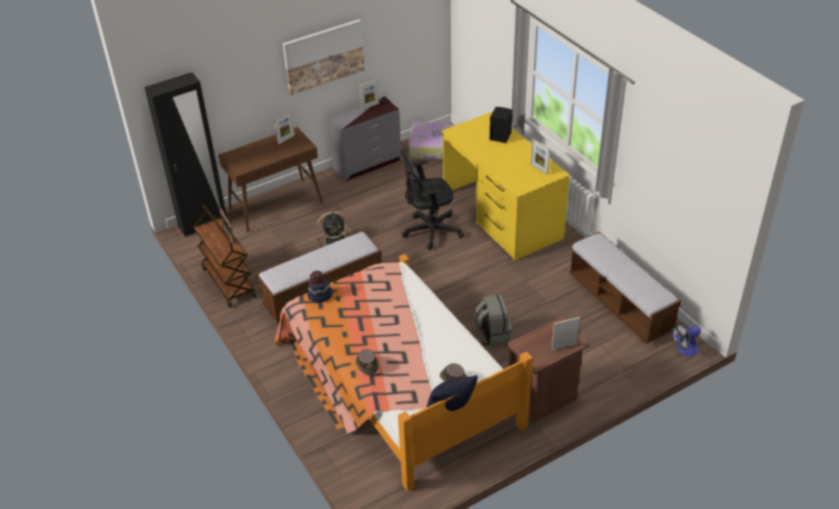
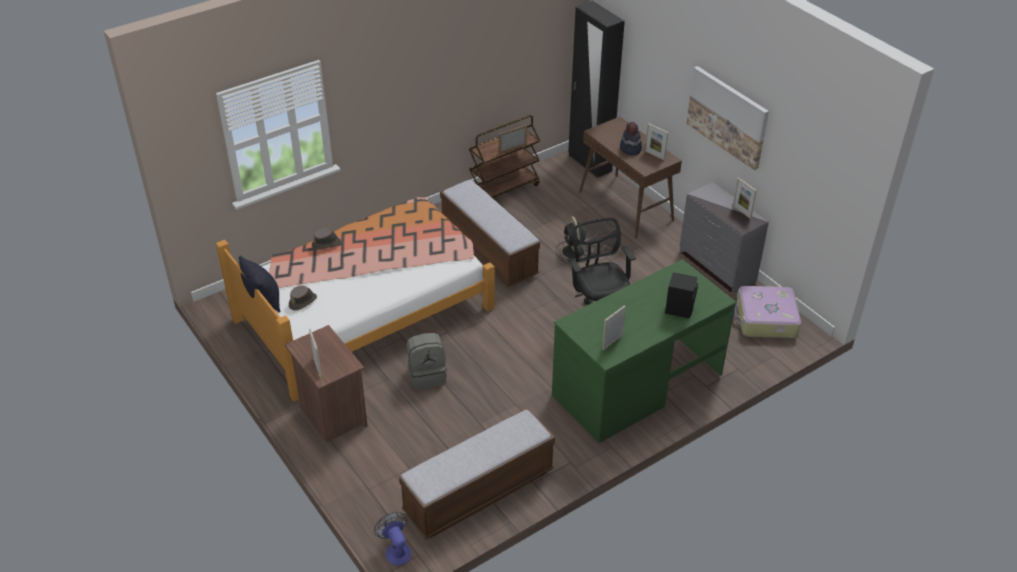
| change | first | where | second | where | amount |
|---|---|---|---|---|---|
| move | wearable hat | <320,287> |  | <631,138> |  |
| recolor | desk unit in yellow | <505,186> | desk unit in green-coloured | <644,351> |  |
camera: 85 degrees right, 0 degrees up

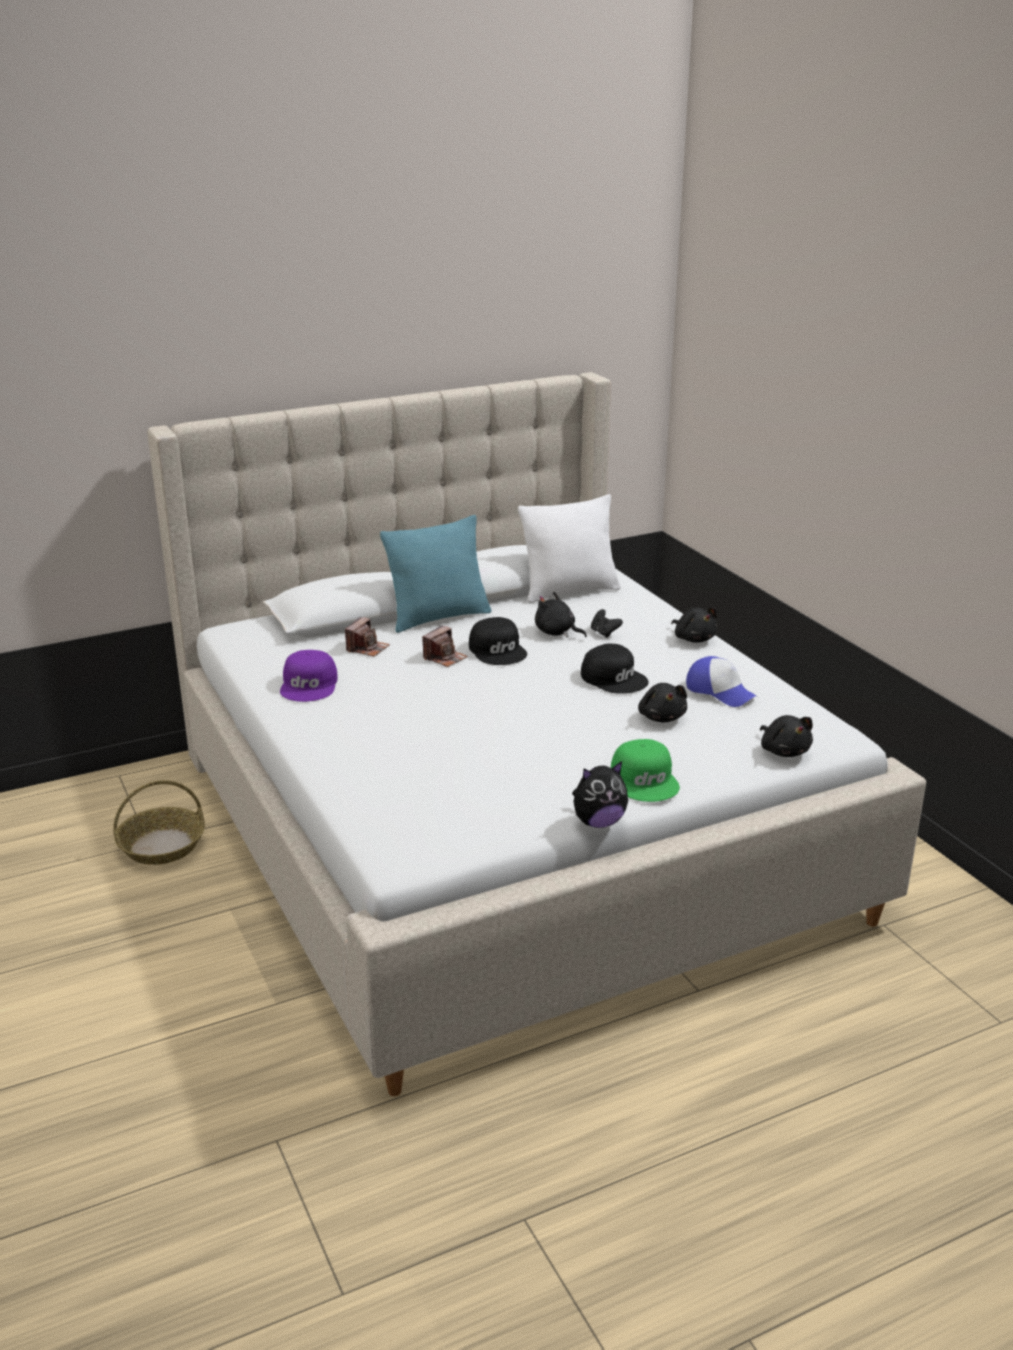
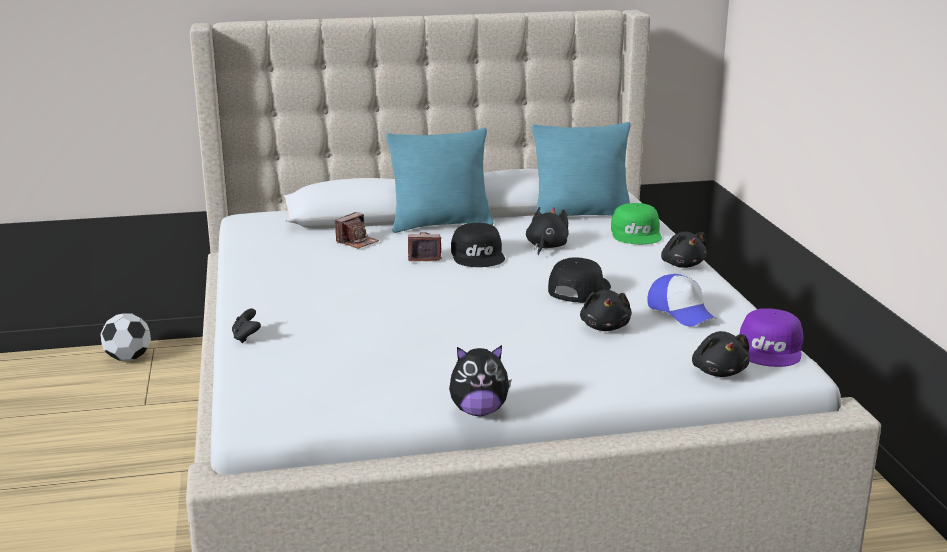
| change | first | where | second | where | amount |
|---|---|---|---|---|---|
| delete | household basket | <159,822> |  |  |  |
| insert |  |  | football | <125,337> |  |
| move | baseball cap in purple | <309,676> |  | <772,337> |  |
| move | game controller in black | <607,623> |  | <246,326> |  |
| move | baseball cap in green-coloured | <645,770> |  | <636,223> |  |
| recolor | throw pillow in white | <569,548> | throw pillow in blue-green | <581,169> |  |
| rotate | photo camera | <445,646> |  | <425,246> | 150 degrees counterclockwise |
| rotate | soft toy in black | <561,615> |  | <547,231> | 60 degrees clockwise |
| rotate | baseball cap in black | <615,669> |  | <579,280> | 120 degrees counterclockwise |
camera: 15 degrees right, 5 degrees down

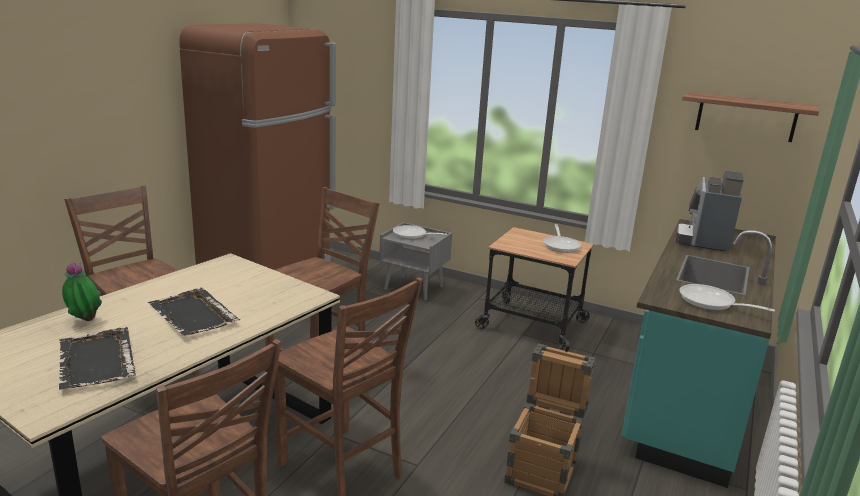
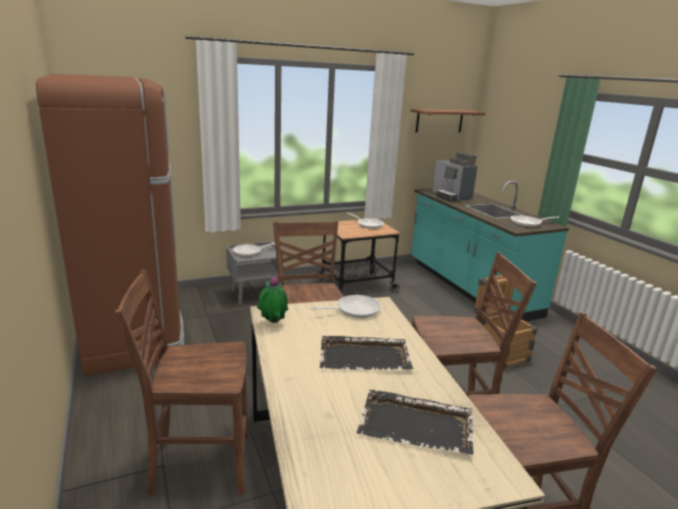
| change | first | where | second | where | amount |
|---|---|---|---|---|---|
| insert |  |  | skillet | <345,306> |  |
| move | potted plant | <82,291> |  | <272,299> |  |
camera: 50 degrees left, 0 degrees up

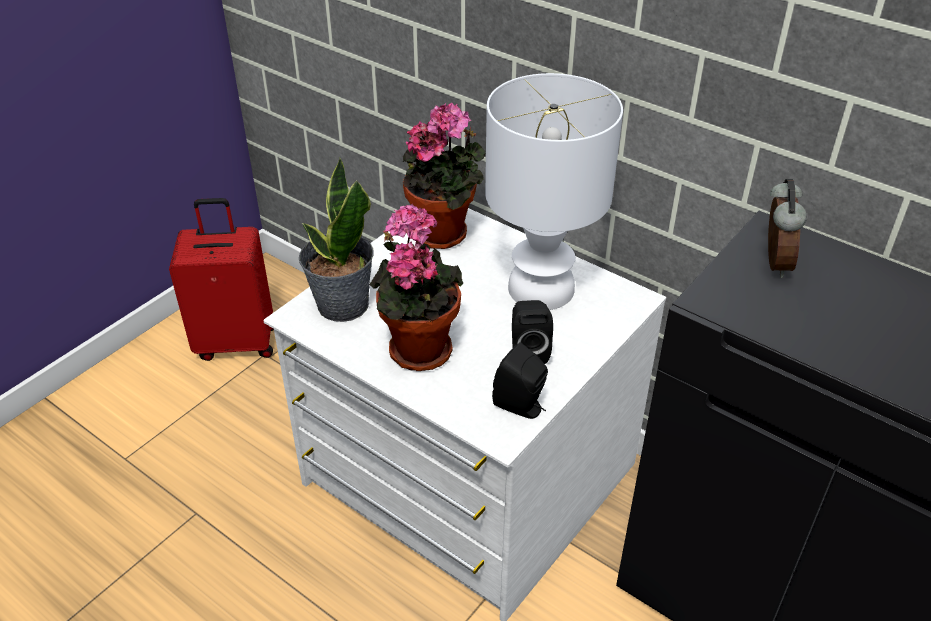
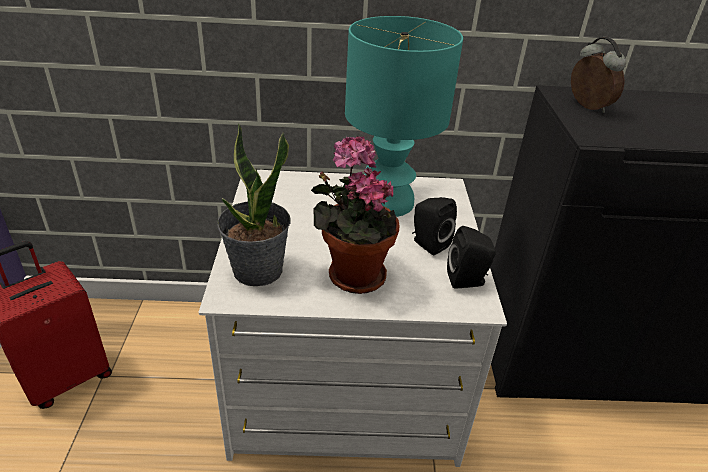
| change | first | where | second | where | amount |
|---|---|---|---|---|---|
| delete | potted plant | <444,176> |  |  |  |
| recolor | tabletop lamp in white | <554,191> | tabletop lamp in blue-green | <404,116> |  |
camera: 40 degrees left, 5 degrees down

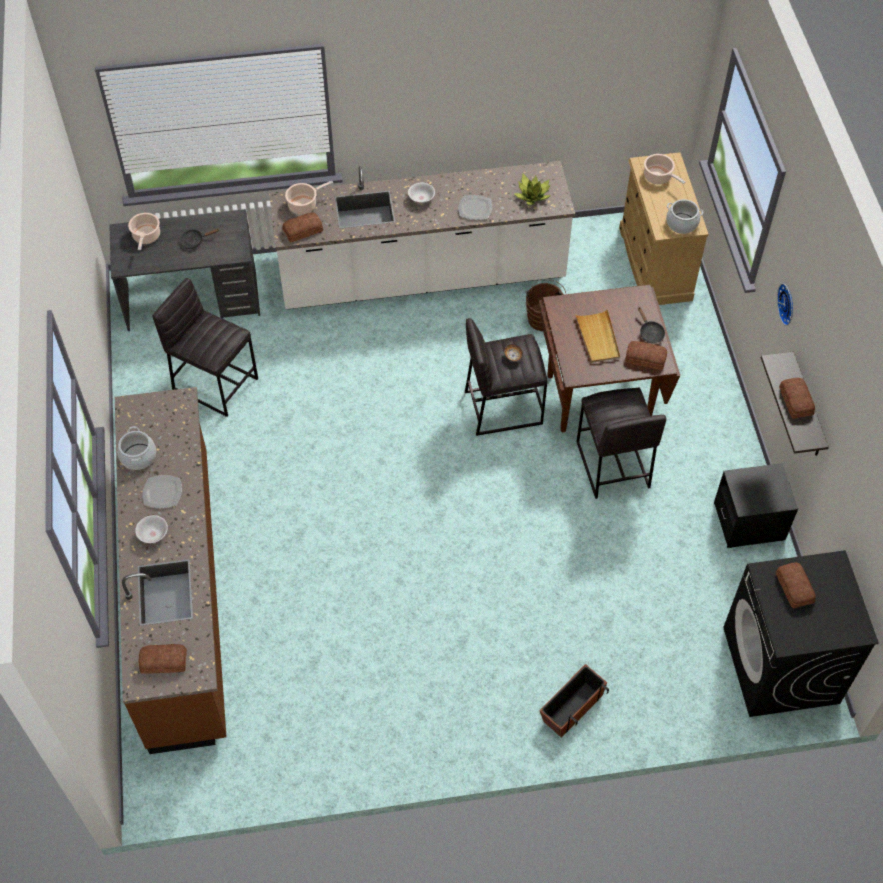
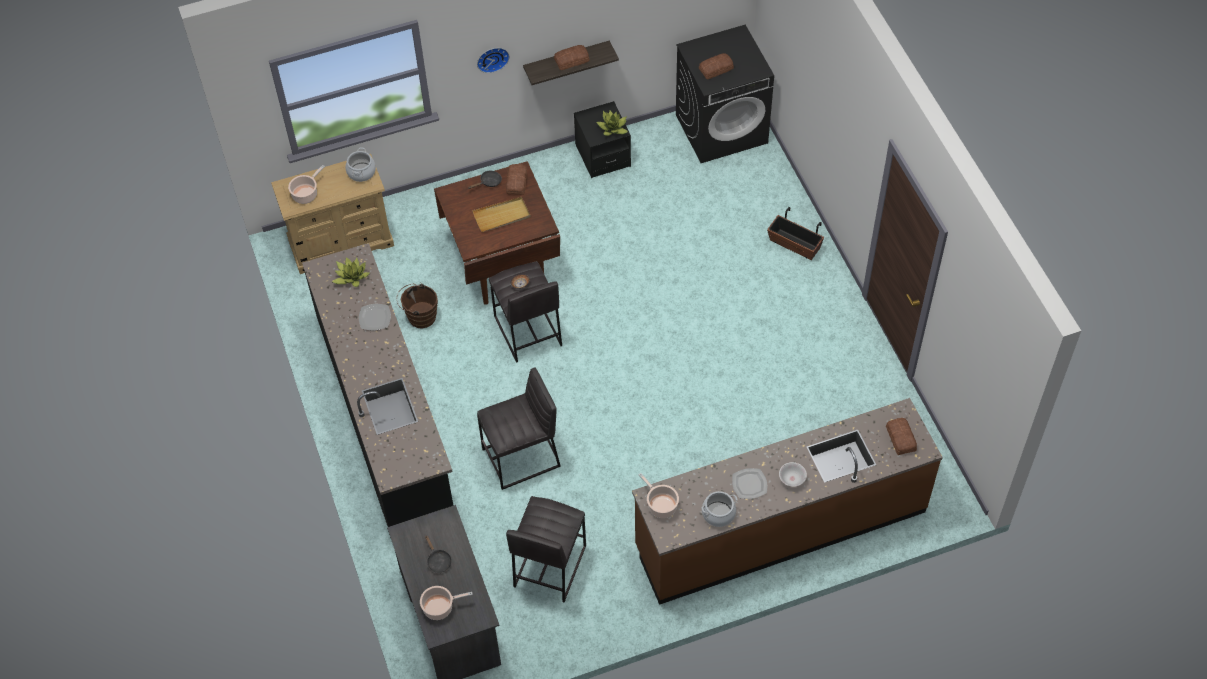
| change | first | where | second | where | amount |
|---|---|---|---|---|---|
| delete | baked bread | <302,227> |  |  |  |
| delete | serving bowl in white | <421,193> |  |  |  |
| insert |  |  | potted plant | <612,123> |  |
| move | saucepot | <309,198> |  | <659,495> |  |
| move | stool in gray | <621,443> |  | <519,429> |  |
| recolor | counter in white | <422,235> | counter in black | <378,385> |  |
camera: 100 degrees left, 0 degrees up

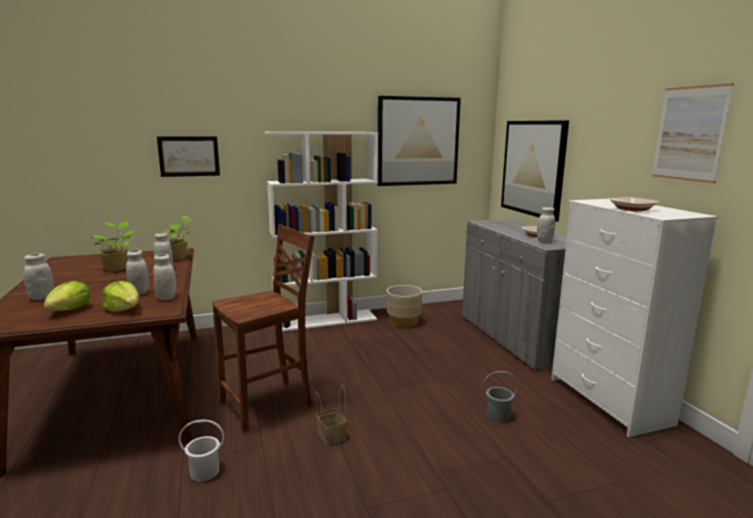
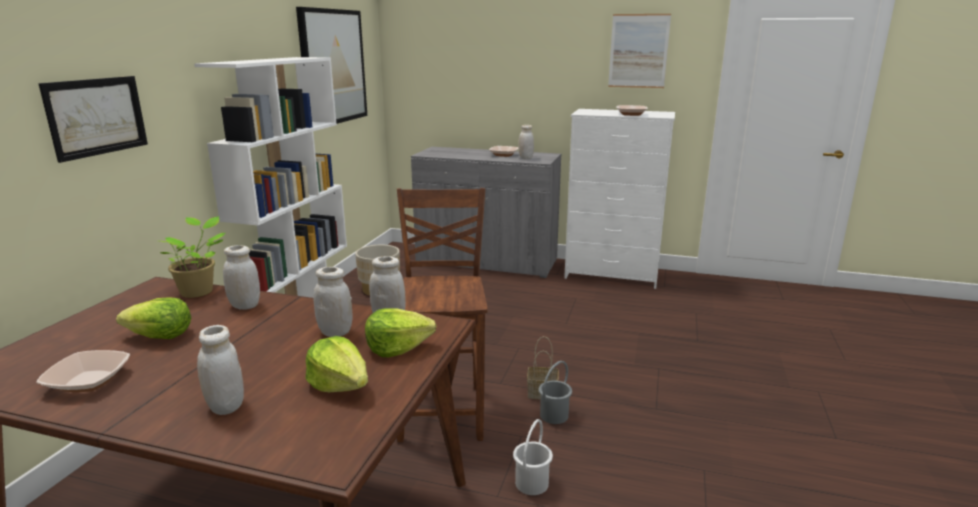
| change | first | where | second | where | amount |
|---|---|---|---|---|---|
| delete | picture | <535,171> |  |  |  |
| insert |  |  | serving bowl | <83,371> |  |
| move | pail in gray | <501,397> |  | <555,392> |  |
| replace | potted plant | <113,246> | lettuce head | <153,318> |  |
camera: 55 degrees left, 5 degrees up

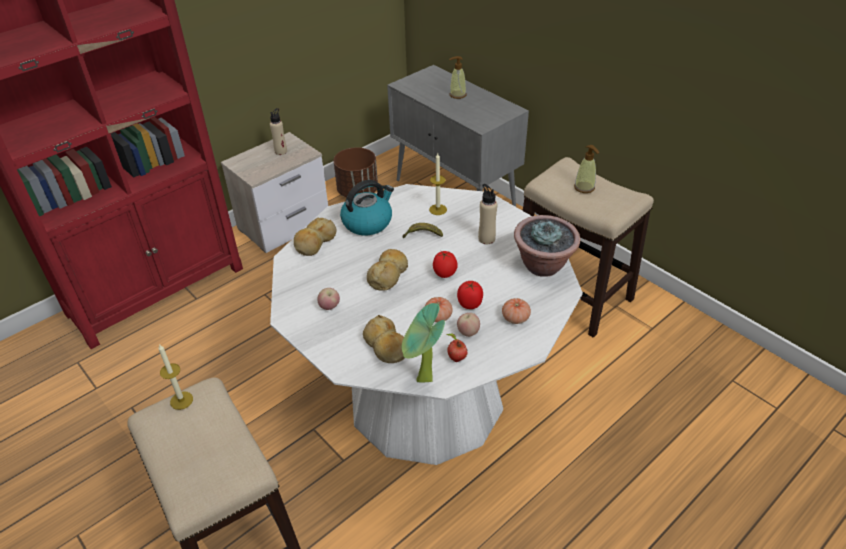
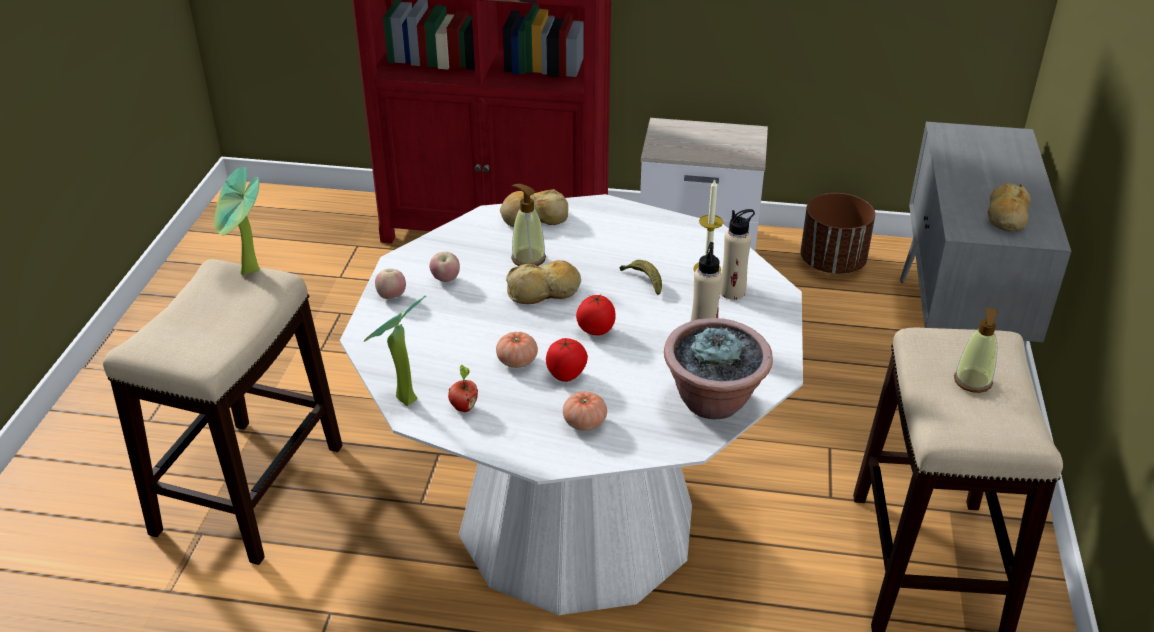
| change | first | where | second | where | amount |
|---|---|---|---|---|---|
| delete | tea kettle | <367,207> |  |  |  |
| move | drink bottle in sand-coloured | <278,131> |  | <737,254> |  |
| move | baked bread | <384,339> |  | <1008,207> |  |
| move | liquid soap bottle | <458,77> |  | <528,225> |  |
| move | apple fruit | <468,325> |  | <390,284> |  |
| replace | wax light | <175,377> | potted plant | <237,221> |  |
camera: 50 degrees right, 5 degrees down

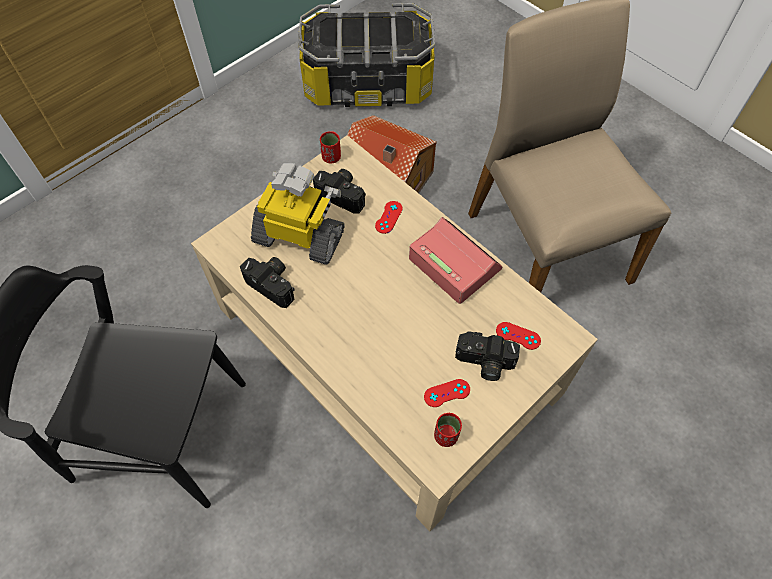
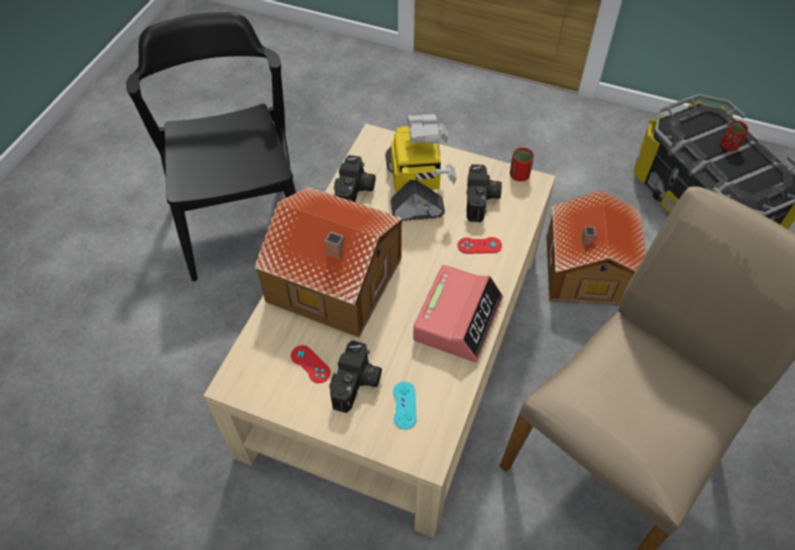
| change | first | where | second | where | amount |
|---|---|---|---|---|---|
| insert |  |  | model house | <328,262> |  |
| move | cup in red | <448,430> |  | <734,136> |  |
| recolor | game controller in red | <518,336> | game controller in blue-green | <405,405> |  |
| rotate | photo camera | <487,356> |  | <355,376> | 150 degrees counterclockwise |
camera: 65 degrees right, 5 degrees down

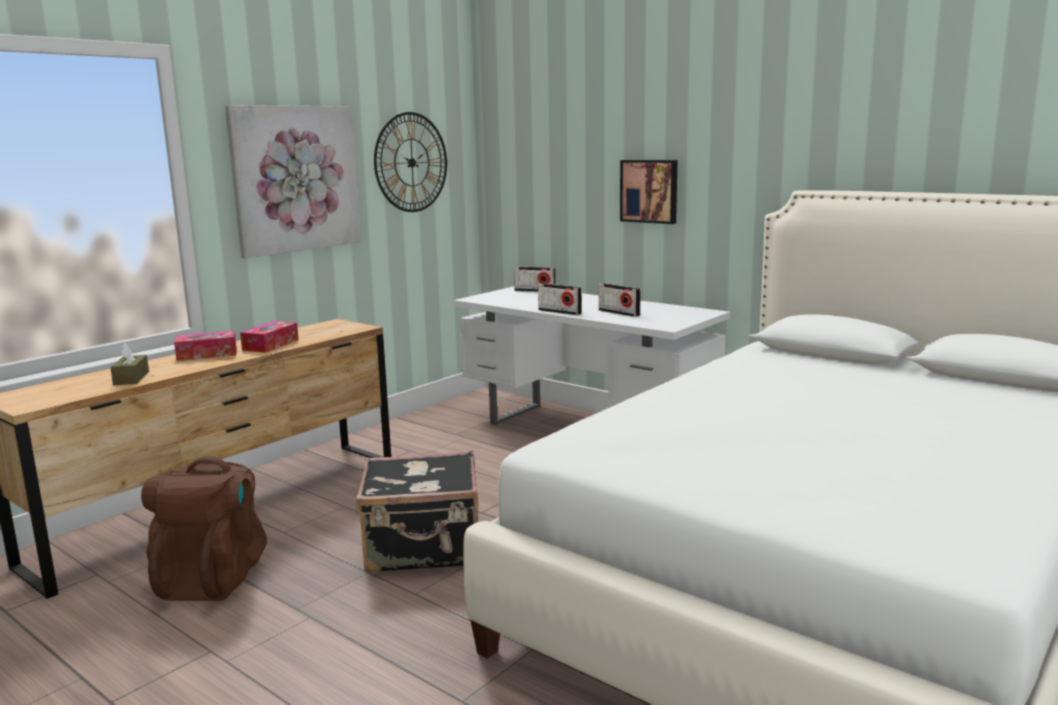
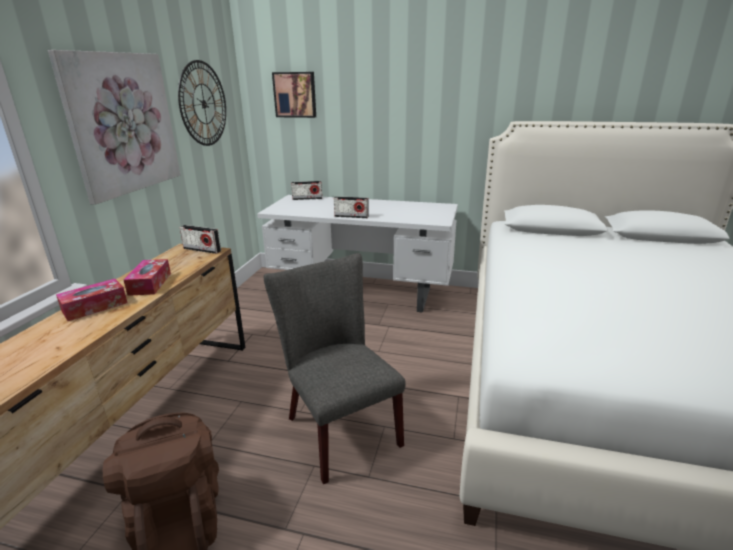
| change | first | where | second | where | amount |
|---|---|---|---|---|---|
| delete | tissue holder in brown | <129,364> |  |  |  |
| move | radio set | <620,300> |  | <200,239> |  |
| move | picture | <649,192> |  | <294,95> |  |
| replace | travel case in black | <417,512> | plain chair in gray | <335,368> |  |
camera: 25 degrees left, 10 degrees up

